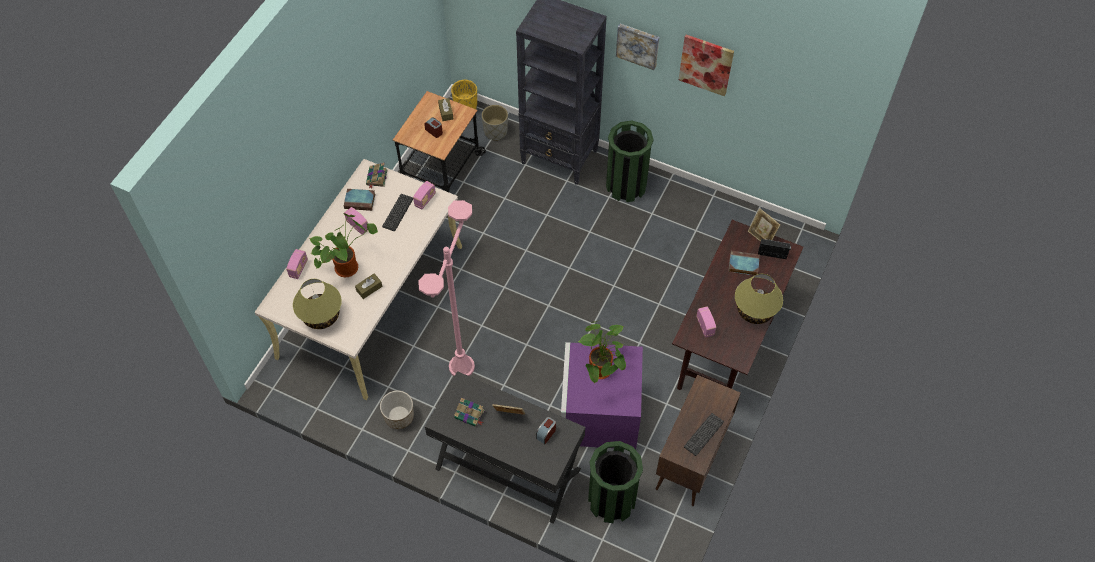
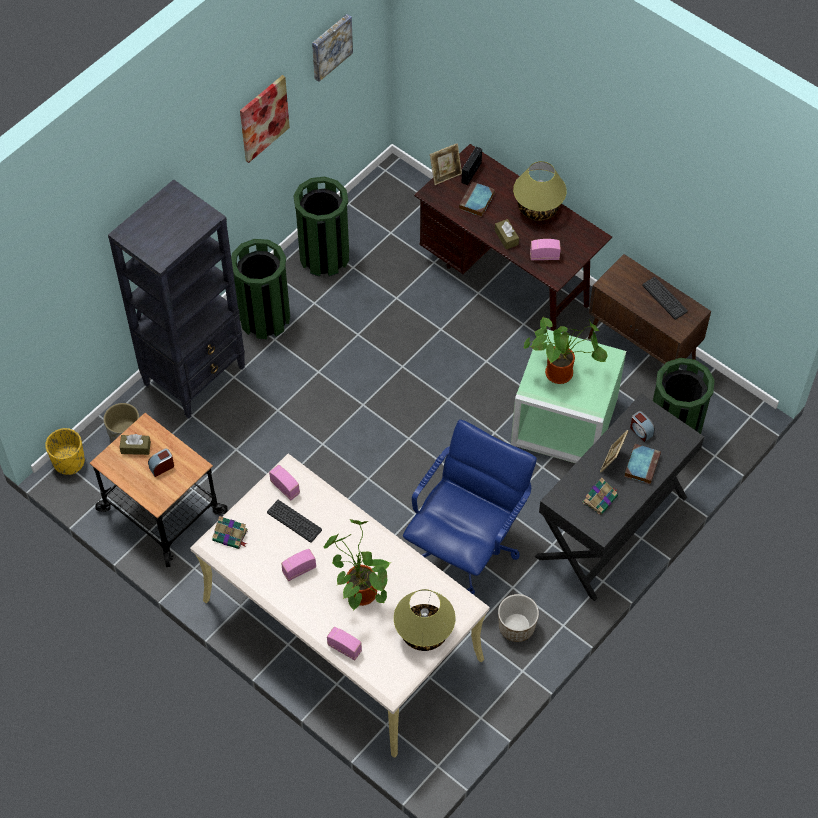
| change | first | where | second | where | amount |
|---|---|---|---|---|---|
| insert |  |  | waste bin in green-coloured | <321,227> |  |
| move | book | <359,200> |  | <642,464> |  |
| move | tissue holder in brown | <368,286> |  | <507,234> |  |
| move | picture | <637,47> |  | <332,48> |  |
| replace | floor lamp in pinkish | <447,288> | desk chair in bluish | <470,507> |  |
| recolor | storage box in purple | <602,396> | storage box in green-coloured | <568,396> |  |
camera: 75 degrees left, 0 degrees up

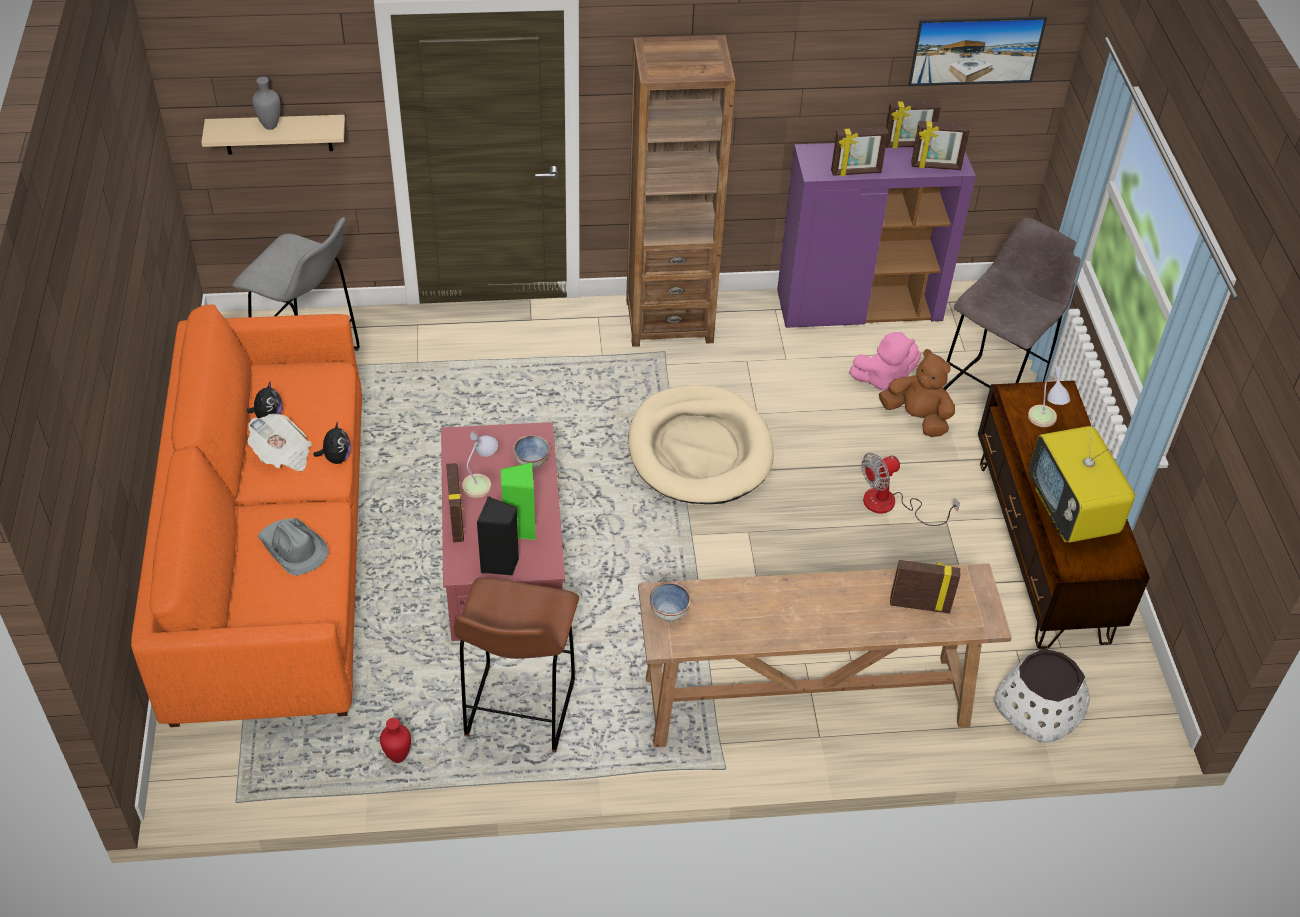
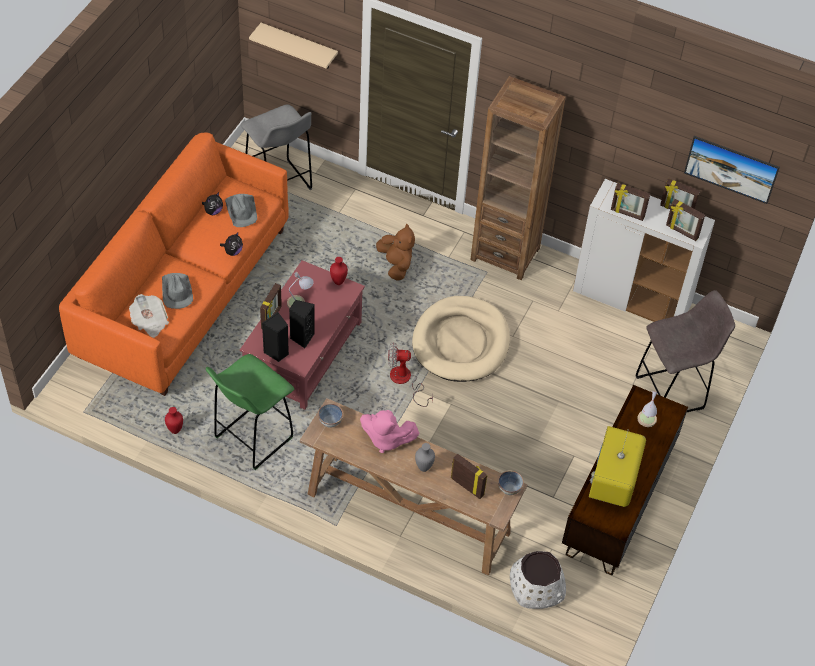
| change | first | where | second | where | amount |
|---|---|---|---|---|---|
| insert |  |  | wearable hat in gray | <241,210> |  |
| insert |  |  | flower vase in red | <339,271> |  |
| move | printed paper | <279,442> |  | <149,316> |  |
| move | flower vase in gray | <266,103> |  | <425,457> |  |
| move | serving bowl | <531,452> |  | <511,482> |  |
| move | soft toy in pinkish | <885,361> |  | <389,431> |  |
| move | electric fan | <910,489> |  | <410,374> |  |
| move | soft toy in brown | <917,393> |  | <395,252> |  |
| recolor | stool in brown | <516,664> | stool in green-coloured | <250,412> |  |
| recolor | loudspeaker in green-coloured | <518,501> | loudspeaker in black | <302,324> |  |
| recolor | cabinet in purple | <876,235> | cabinet in white | <644,250> |  |
camera: 30 degrees right, 5 degrees up

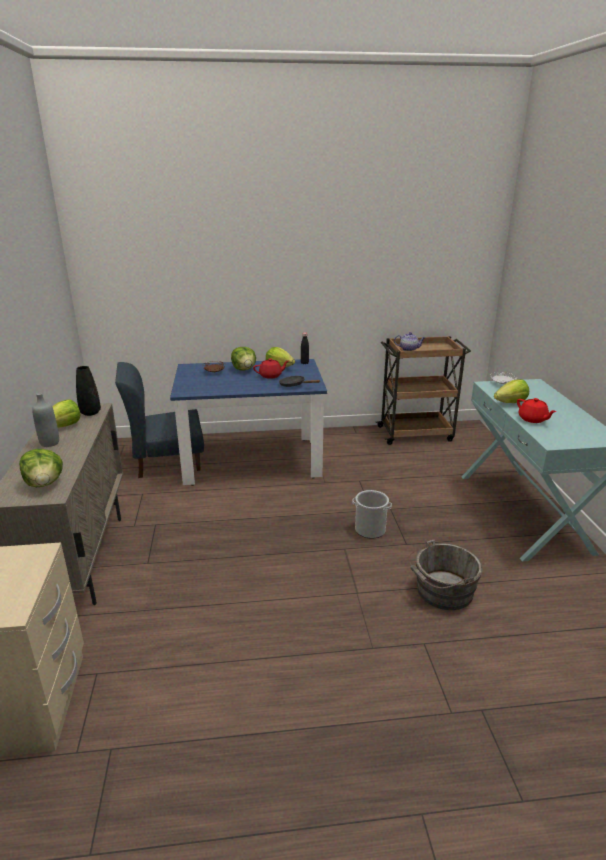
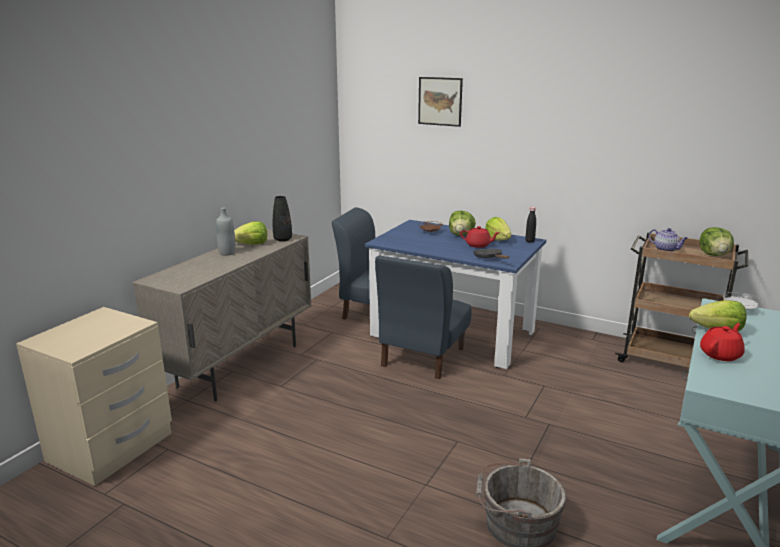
| change | first | where | second | where | amount |
|---|---|---|---|---|---|
| delete | pail | <372,514> |  |  |  |
| insert |  |  | plain chair in bluish | <423,317> |  |
| insert |  |  | picture | <440,102> |  |
| move | lettuce head | <41,468> |  | <716,241> |  |
| rotate | pot for tea in red | <537,410> |  | <722,342> | 135 degrees counterclockwise |
camera: 35 degrees right, 5 degrees down

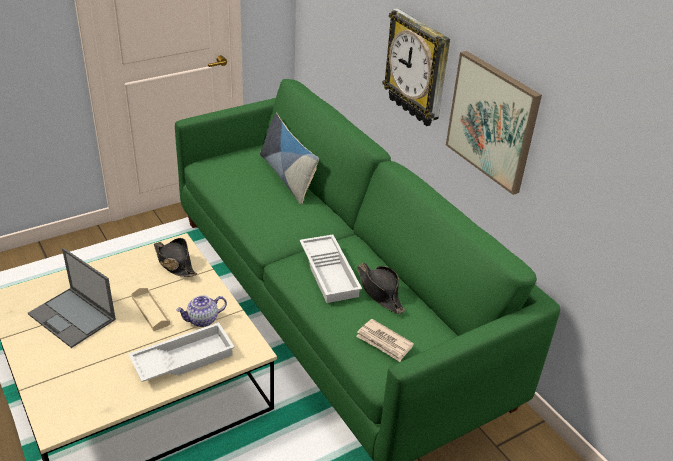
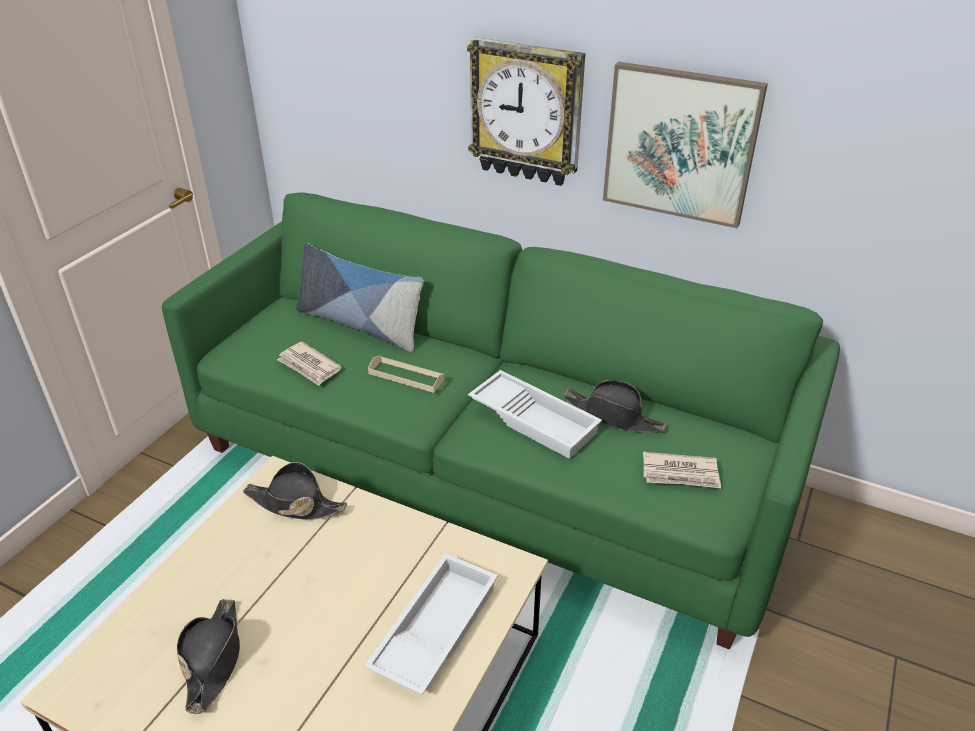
| change | first | where | second | where | amount |
|---|---|---|---|---|---|
| delete | pot for tea | <201,311> |  |  |  |
| insert |  |  | printed paper | <309,364> |  |
| move | tray in sand-coloured | <150,309> |  | <406,374> |  |
| replace | notebook computer | <72,298> | wearable hat in black | <208,656> |  |
camera: 30 degrees left, 0 degrees up

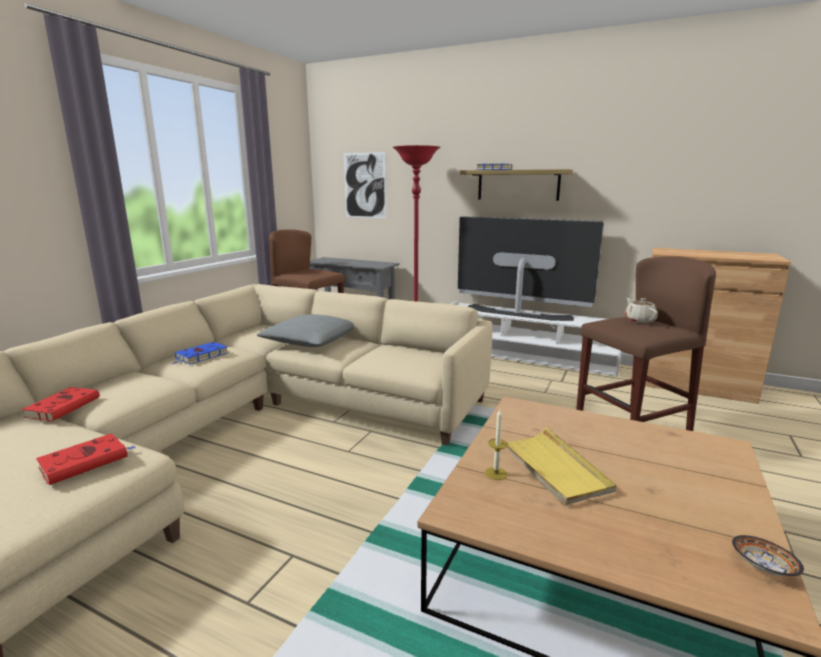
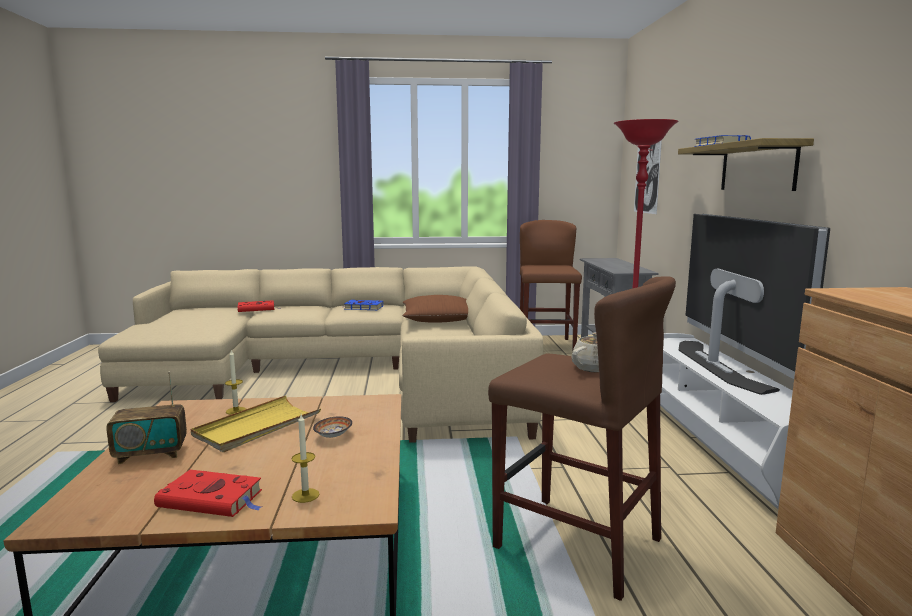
| change | first | where | second | where | amount |
|---|---|---|---|---|---|
| insert |  |  | radio set | <146,418> |  |
| insert |  |  | wax light | <305,458> |  |
| move | book in red | <86,459> |  | <208,493> |  |
| move | serving bowl | <768,555> |  | <332,427> |  |
| recolor | throw pillow in gray | <305,330> | throw pillow in brown | <435,309> |  |
camera: 60 degrees right, 5 degrees down

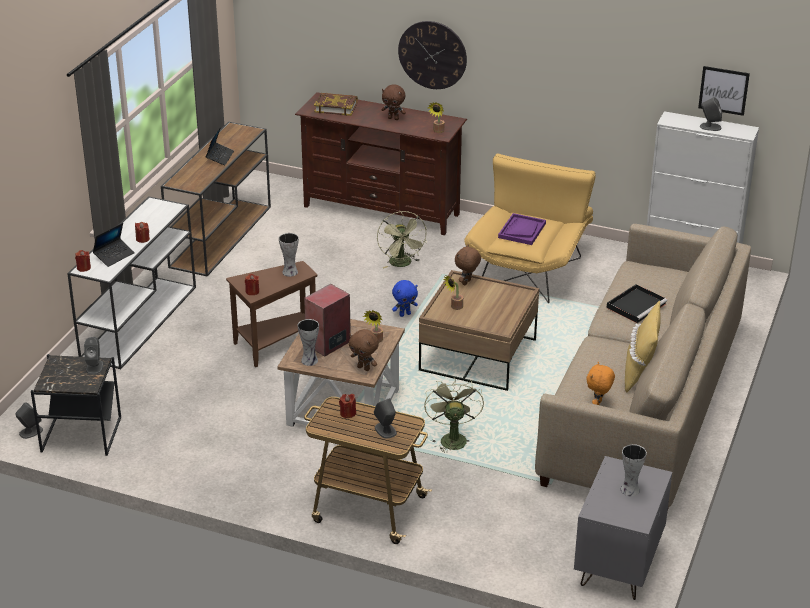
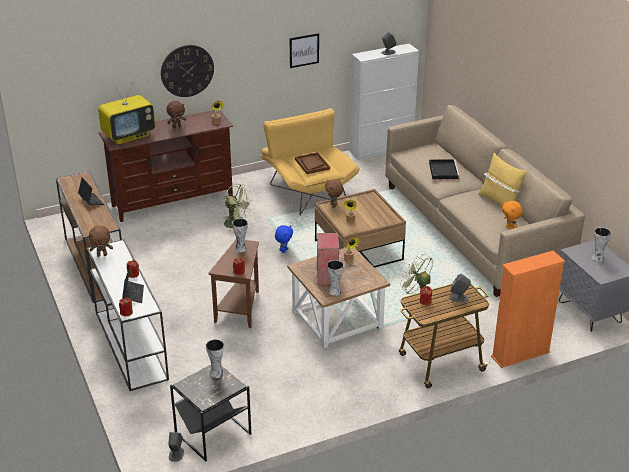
| change | first | where | second | where | amount |
|---|---|---|---|---|---|
| insert |  |  | shelving unit in orange | <528,309> |  |
| move | soft toy in brown | <364,350> |  | <101,241> |  |
| move | picture | <724,91> |  | <304,50> |  |
| replace | loudspeaker in gray | <94,356> | flower vase | <215,358> |  |
| replace | book | <336,104> | television | <126,113> |  |
| recolor | tray in purple | <522,229> | tray in brown | <312,163> |  |
camera: 45 degrees left, 0 degrees up

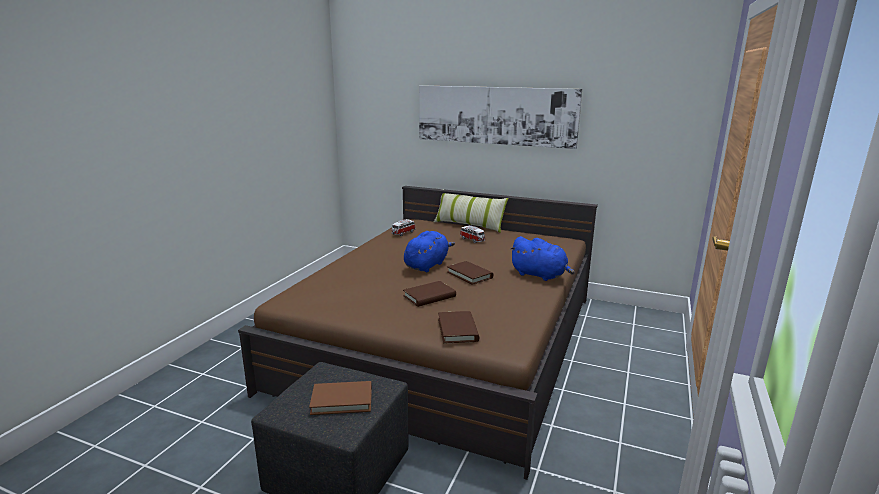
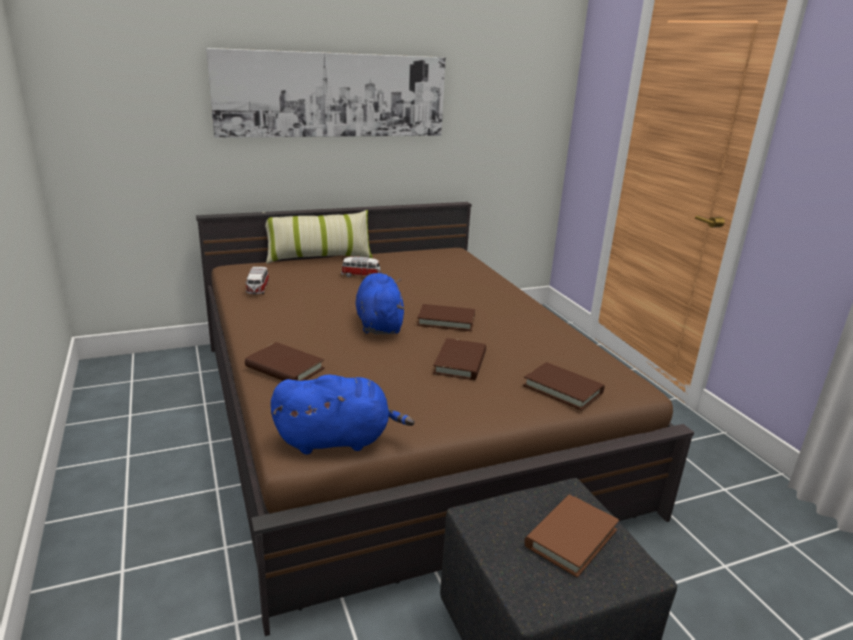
| change | first | where | second | where | amount |
|---|---|---|---|---|---|
| insert |  |  | book in brown | <284,361> |  |
| move | soft toy in bluish | <542,258> |  | <343,414> |  |
camera: 45 degrees left, 5 degrees up

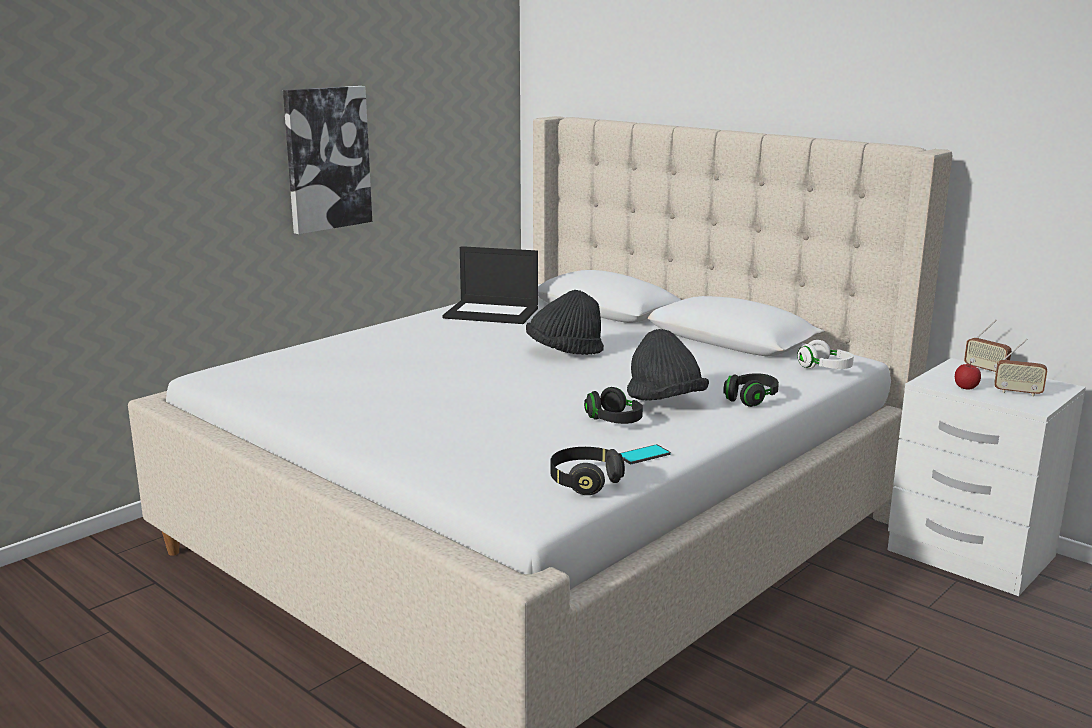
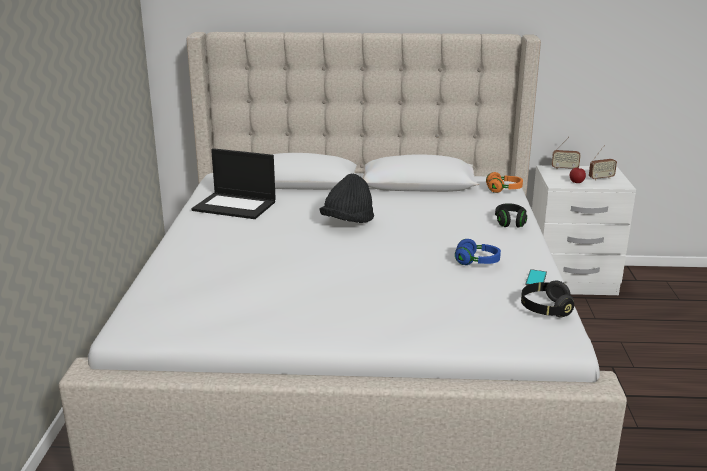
| change | first | where | second | where | amount |
|---|---|---|---|---|---|
| delete | picture | <327,160> |  |  |  |
| delete | wearable hat in black | <668,365> |  |  |  |
| recolor | headset in black | <613,405> | headset in bluish | <478,252> |  |
| recolor | headset in white | <825,354> | headset in orange | <504,182> |  |
| rotate | notebook computer | <490,285> |  | <233,183> | 45 degrees clockwise |
camera: 40 degrees left, 5 degrees up

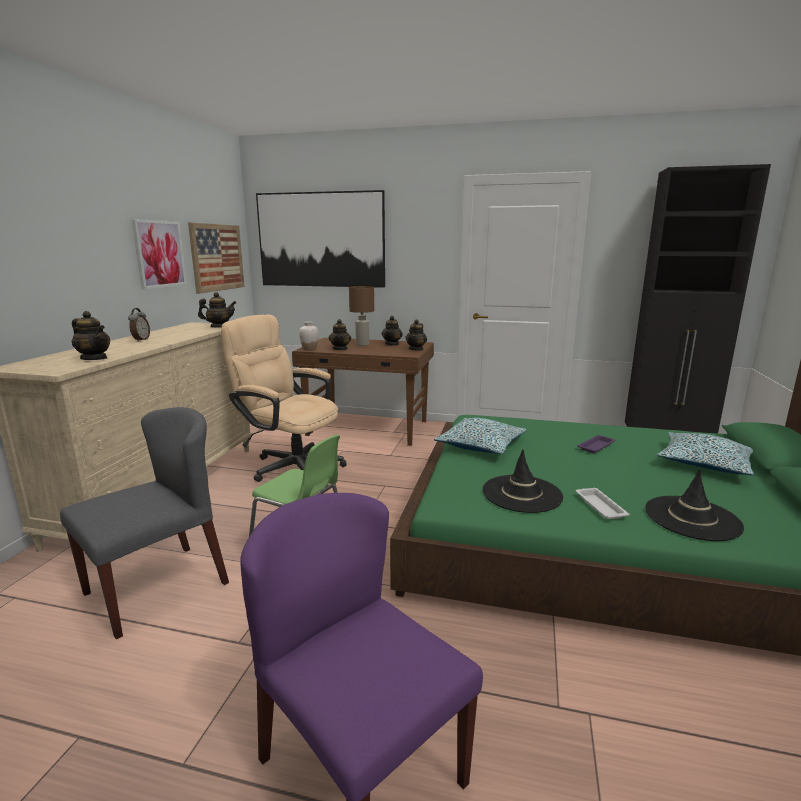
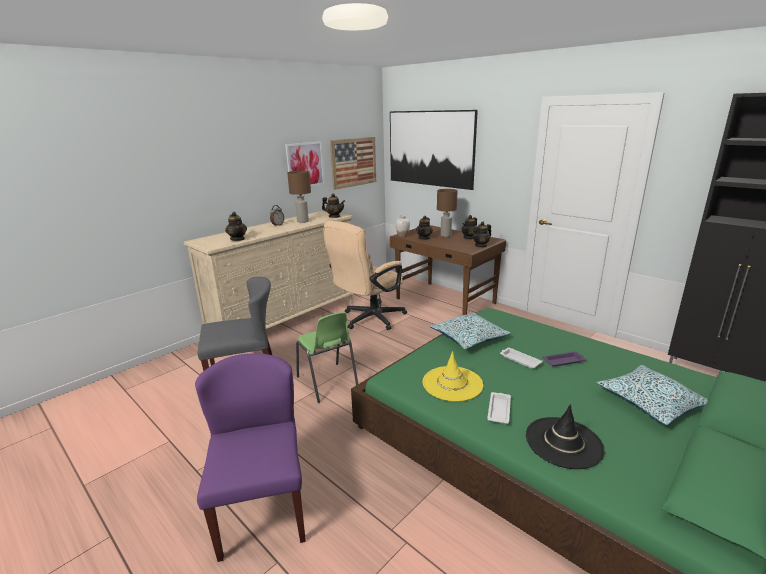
| change | first | where | second | where | amount |
|---|---|---|---|---|---|
| insert |  |  | tabletop lamp in brown | <299,197> |  |
| insert |  |  | tray in white | <521,358> |  |
| recolor | wearable hat in black | <522,481> | wearable hat in yellow | <452,376> |  |
| rotate | desk chair in sand-coloured | <284,398> |  | <365,275> | 105 degrees counterclockwise |
camera: 30 degrees right, 5 degrees up

